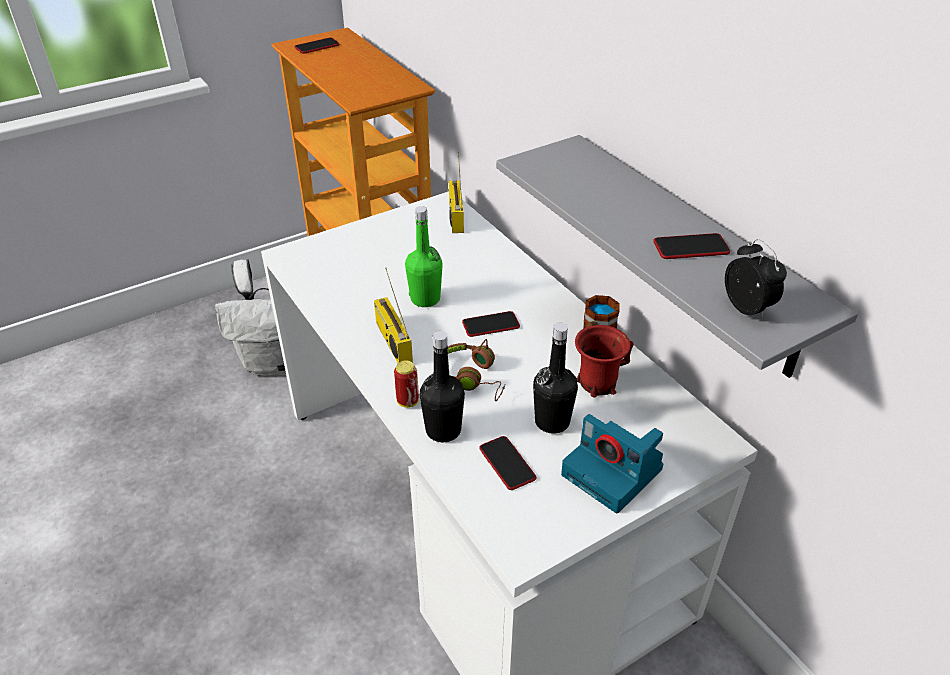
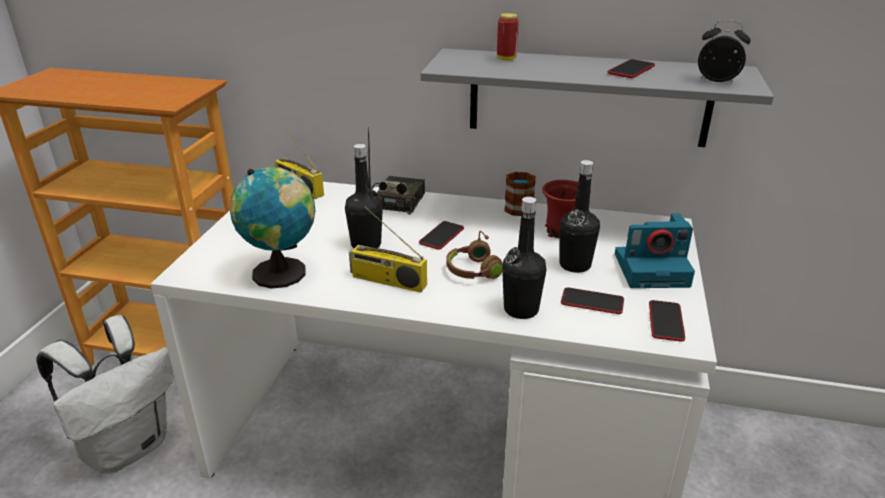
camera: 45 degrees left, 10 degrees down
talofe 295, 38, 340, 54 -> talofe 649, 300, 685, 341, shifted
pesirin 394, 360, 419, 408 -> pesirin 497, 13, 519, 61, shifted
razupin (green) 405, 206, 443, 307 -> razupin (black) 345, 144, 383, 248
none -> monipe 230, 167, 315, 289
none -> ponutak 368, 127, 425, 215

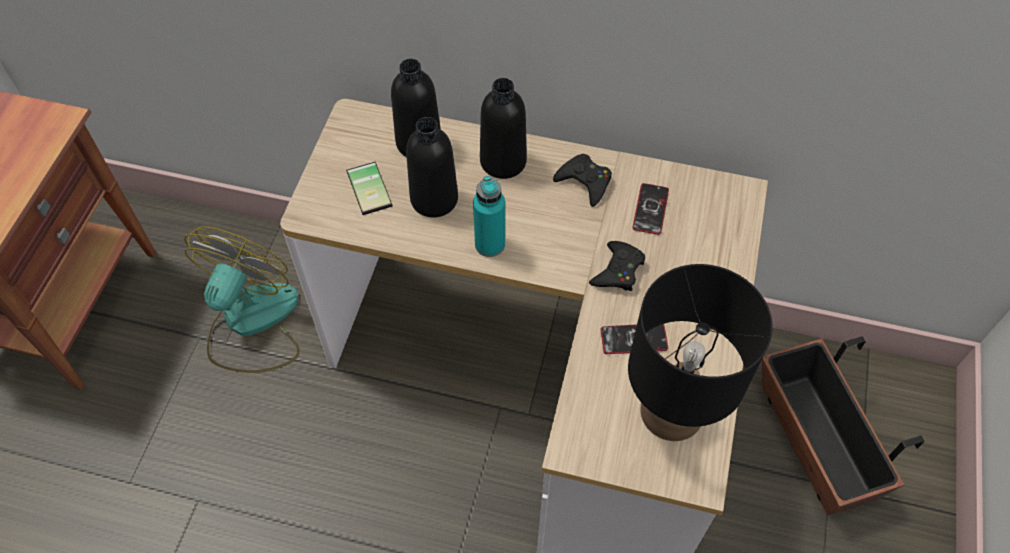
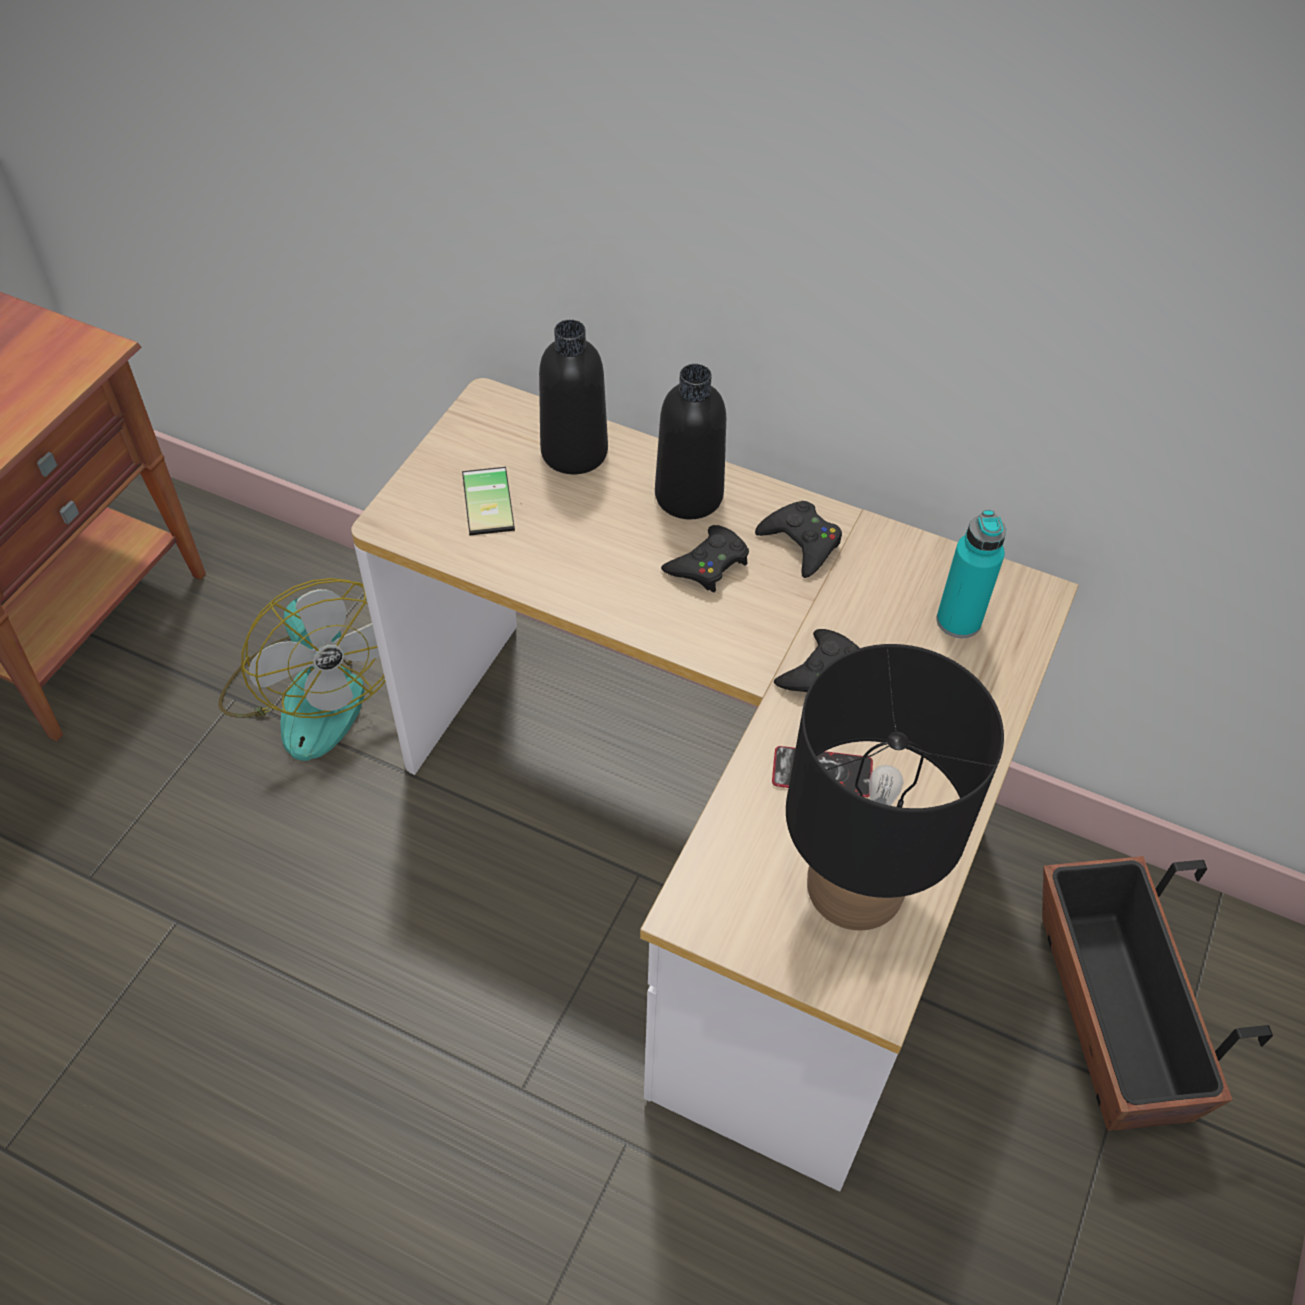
camera: 10 degrees right, 5 degrees down
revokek 184, 226, 300, 373 -> revokek 218, 578, 385, 761, 120 degrees clockwise
razupin (black) 406, 117, 458, 218 -> none
razupin (turquoise) 473, 176, 505, 257 -> razupin (turquoise) 936, 510, 1006, 638, shifted
talofe 632, 183, 669, 235 -> none
none -> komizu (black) 661, 525, 749, 592

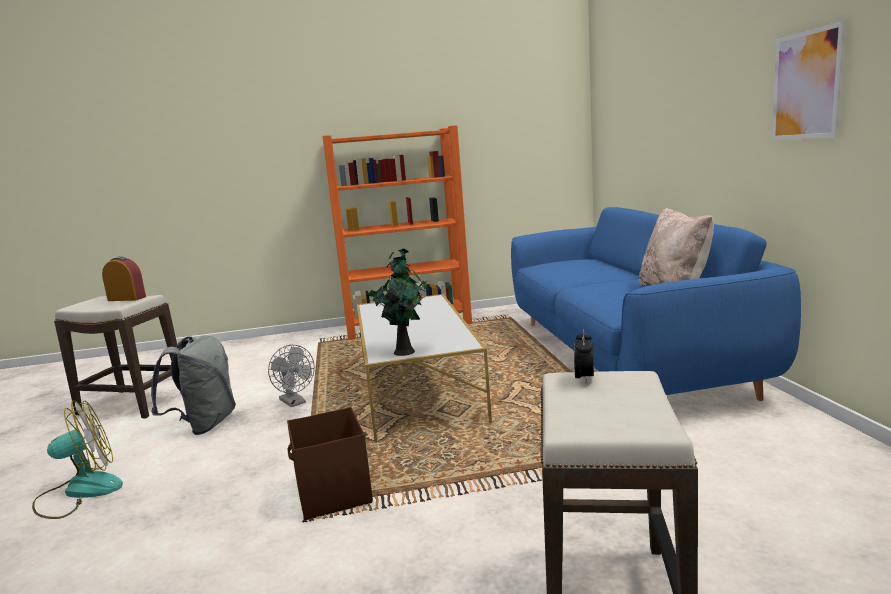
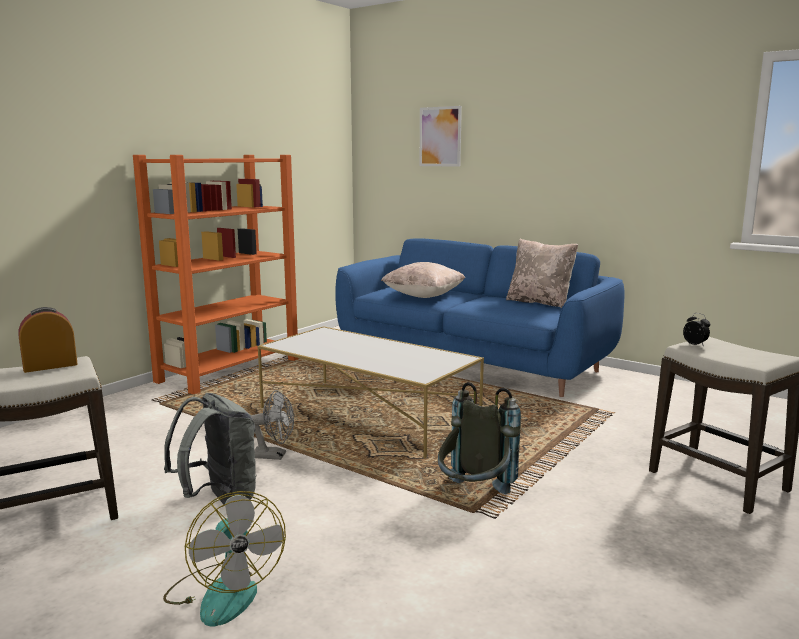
camera: 45 degrees left, 0 degrees up
revokek 32, 400, 123, 519 -> revokek 163, 491, 286, 627, 135 degrees clockwise
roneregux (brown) 287, 407, 373, 520 -> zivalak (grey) 438, 382, 521, 494
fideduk 368, 248, 427, 356 -> none
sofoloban 772, 21, 846, 140 -> sofoloban 420, 106, 462, 167, shifted
none -> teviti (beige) 381, 262, 465, 298

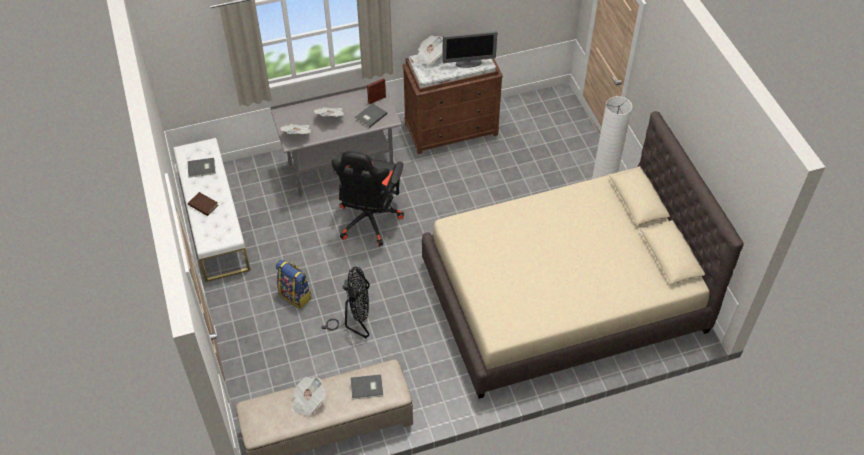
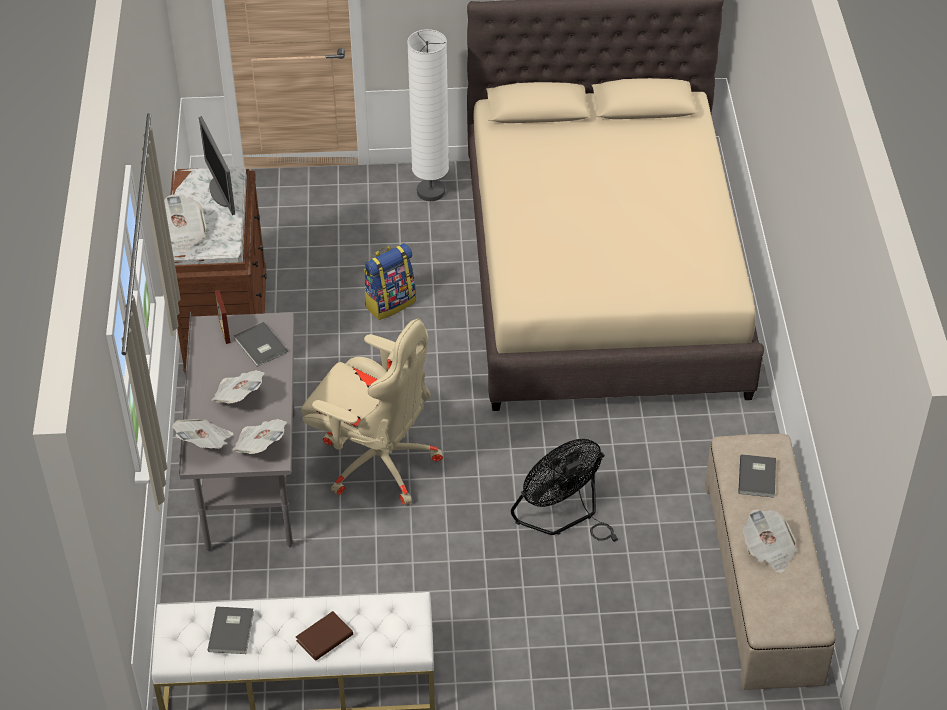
camera: 75 degrees left, 5 degrees down
zivalak 276, 260, 312, 309 -> zivalak 364, 243, 416, 320, shifted
revokek (black) 321, 266, 370, 339 -> revokek (black) 511, 439, 618, 542, 45 degrees counterclockwise
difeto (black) 331, 151, 404, 247 -> difeto (beige) 301, 319, 443, 505
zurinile 443, 31, 497, 68 -> zurinile 199, 116, 235, 215, 150 degrees clockwise
none -> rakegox 172, 419, 234, 449

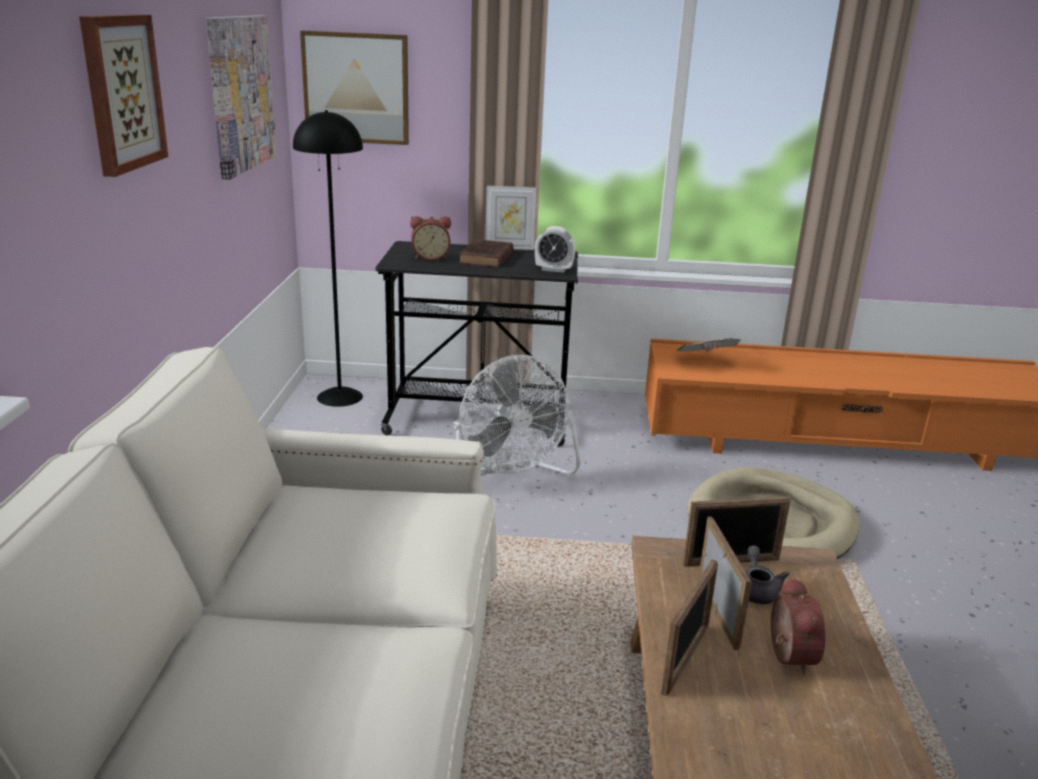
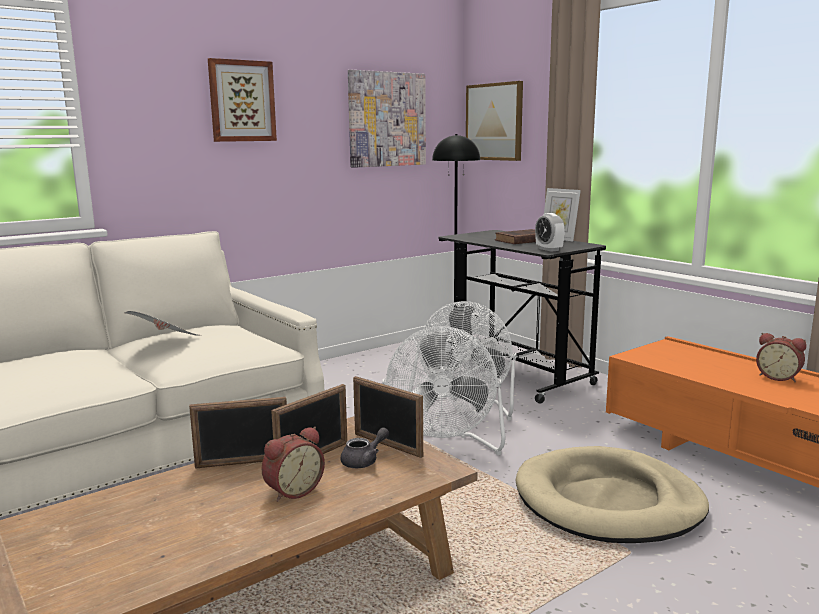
camera: 50 degrees right, 10 degrees down
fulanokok 410, 216, 451, 261 -> fulanokok 756, 333, 807, 382, shifted
rakegox 677, 338, 741, 352 -> rakegox 124, 311, 199, 336, shifted
none -> revokek (white) 382, 326, 505, 455

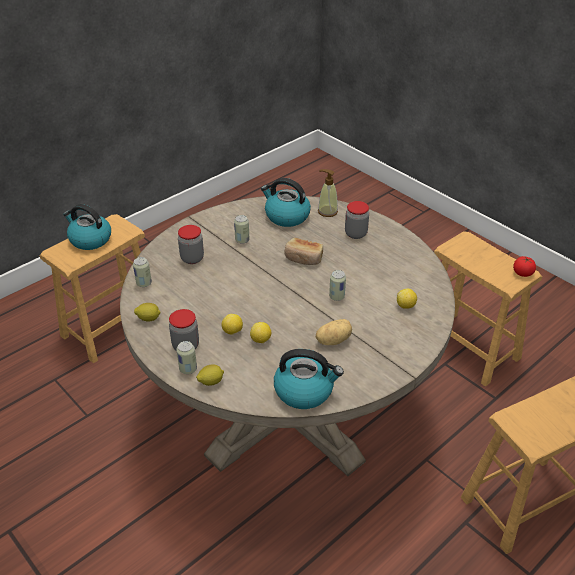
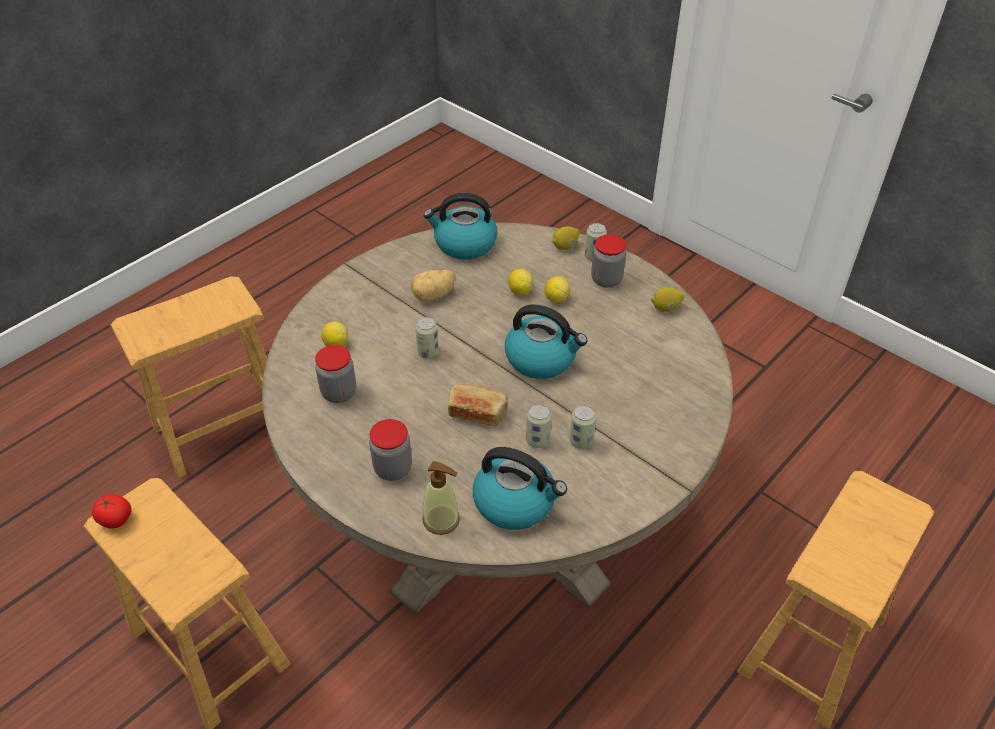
camera: 175 degrees right, 5 degrees up
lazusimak 63, 204, 111, 250 -> lazusimak 505, 304, 587, 379, shifted
pesirin 133, 257, 152, 287 -> pesirin 526, 405, 551, 448, shifted
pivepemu 178, 225, 204, 264 -> pivepemu 315, 345, 356, 403, shifted

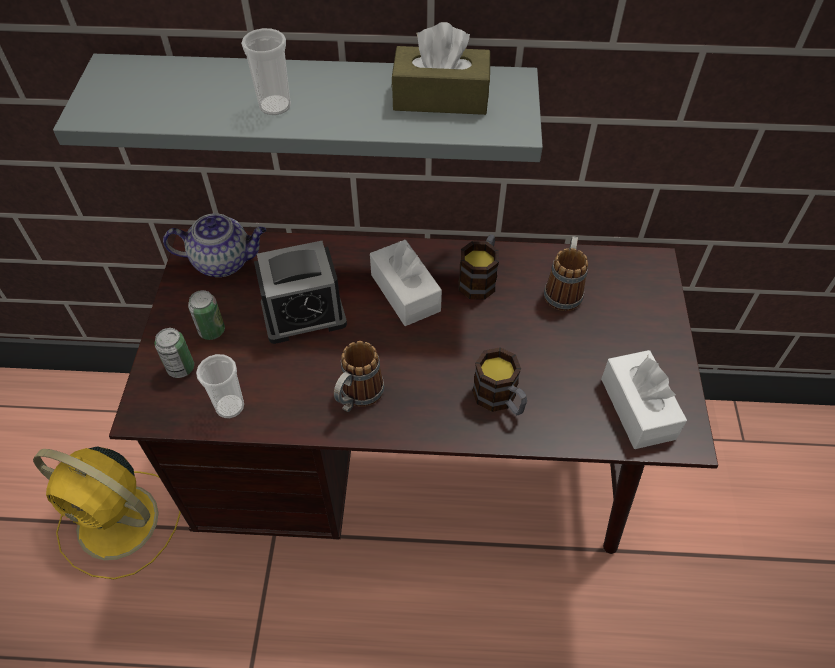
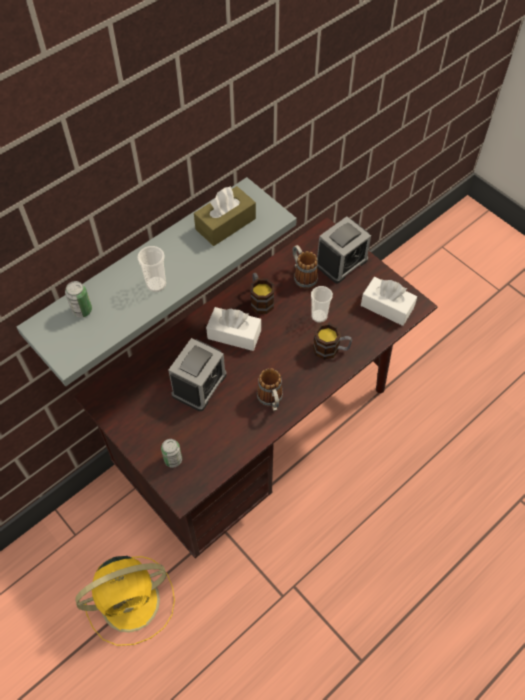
camera: 45 degrees left, 5 degrees up
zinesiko 163, 213, 266, 277 -> none
pesirin 188, 290, 225, 340 -> pesirin 65, 281, 92, 318, shifted
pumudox 196, 354, 244, 418 -> pumudox 311, 286, 333, 323, shifted
none -> fulanokok 317, 216, 371, 284

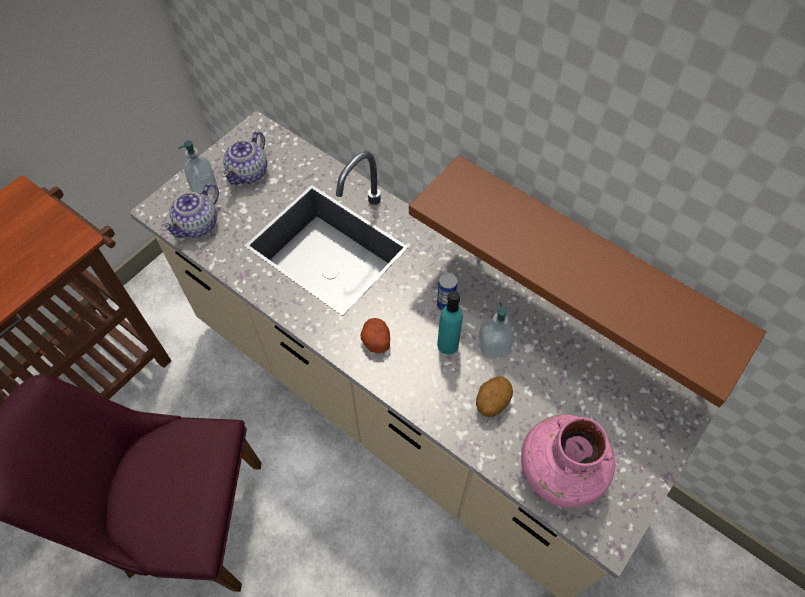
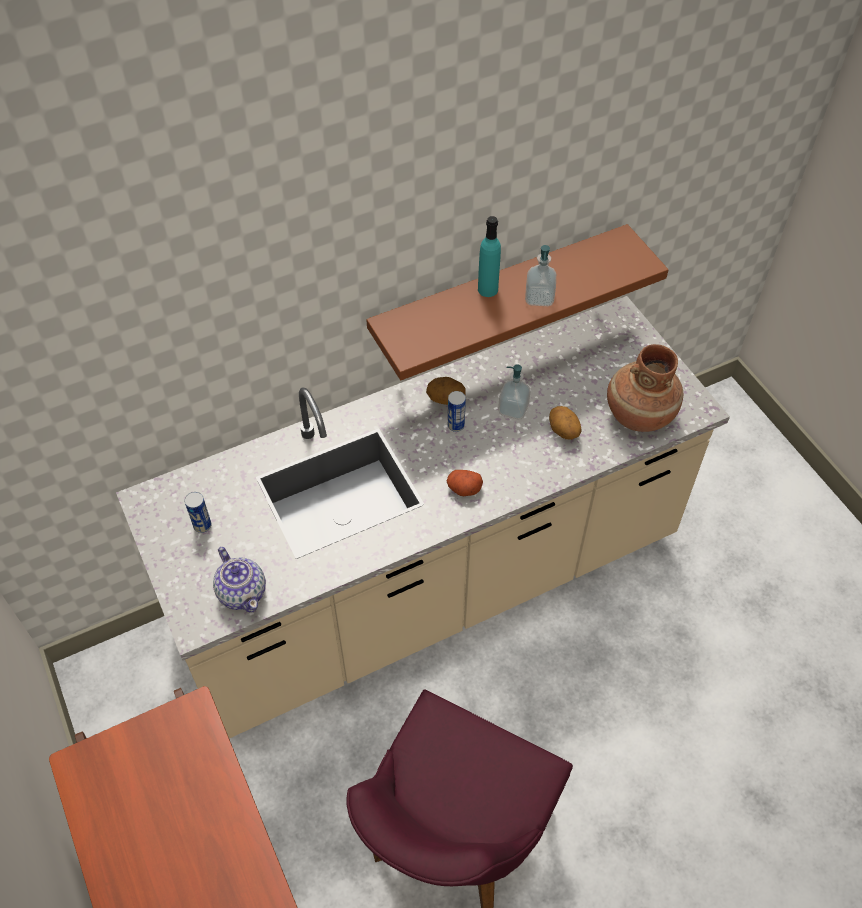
camera: 65 degrees left, 5 degrees down
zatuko 178, 140, 217, 193 -> zatuko 525, 245, 556, 306, shifted
zinesiko 221, 131, 267, 185 -> pesirin 185, 492, 212, 533
razupin (turquoise) 437, 291, 463, 355 -> razupin (turquoise) 478, 216, 501, 297, shifted
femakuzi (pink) 521, 414, 615, 508 -> femakuzi (brown) 607, 344, 683, 432
none -> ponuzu 426, 377, 466, 405

